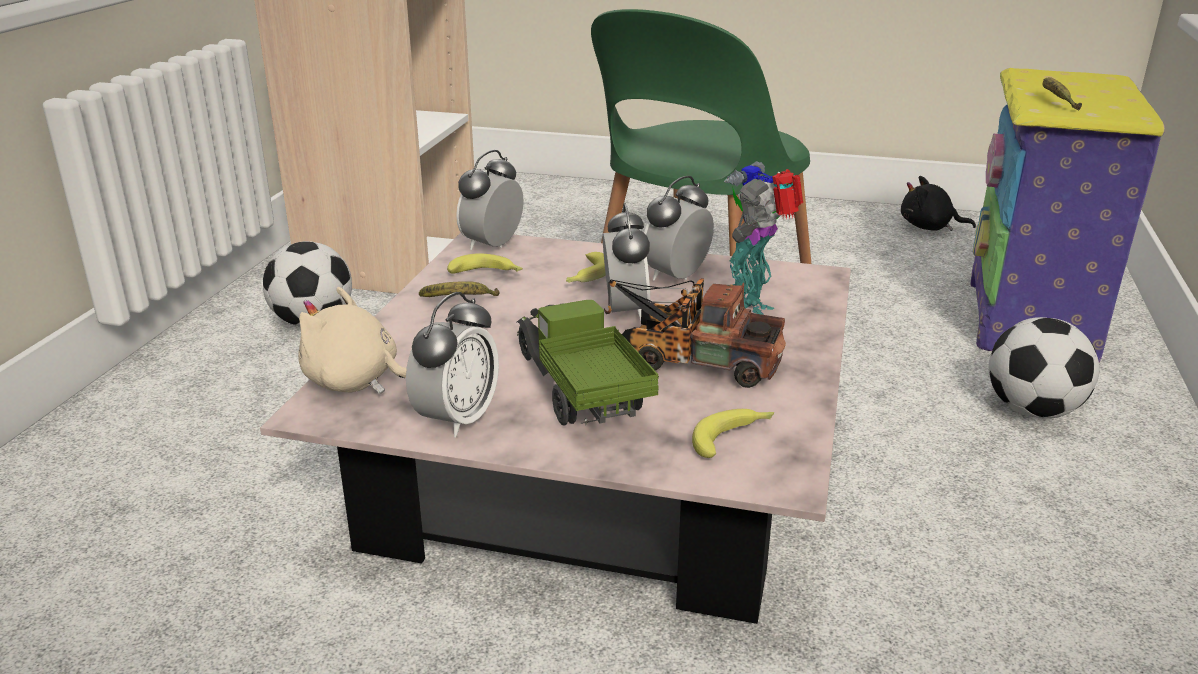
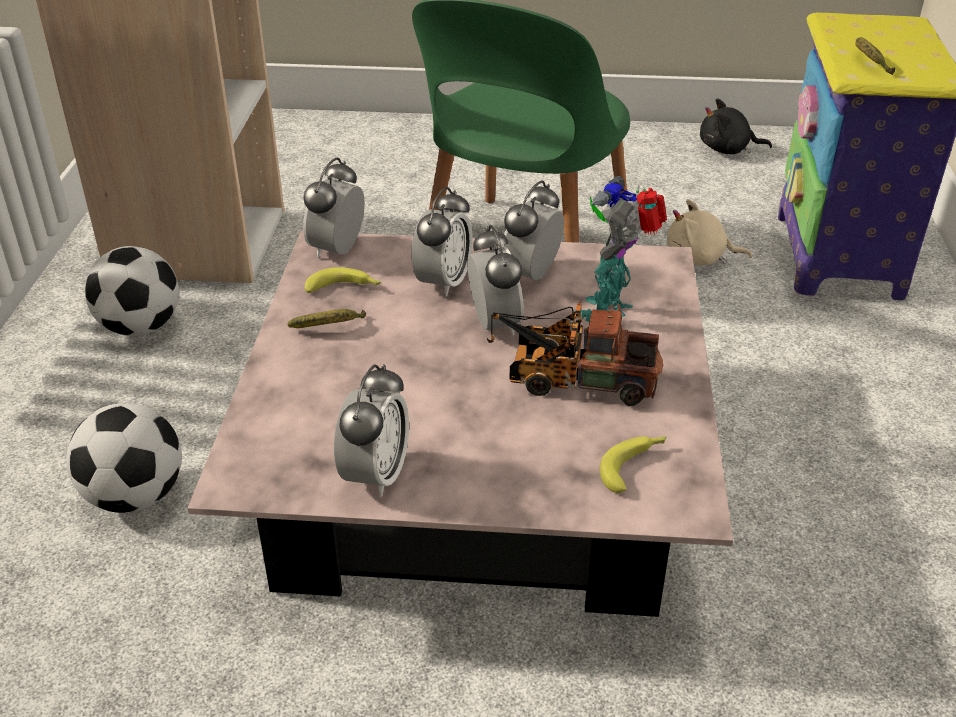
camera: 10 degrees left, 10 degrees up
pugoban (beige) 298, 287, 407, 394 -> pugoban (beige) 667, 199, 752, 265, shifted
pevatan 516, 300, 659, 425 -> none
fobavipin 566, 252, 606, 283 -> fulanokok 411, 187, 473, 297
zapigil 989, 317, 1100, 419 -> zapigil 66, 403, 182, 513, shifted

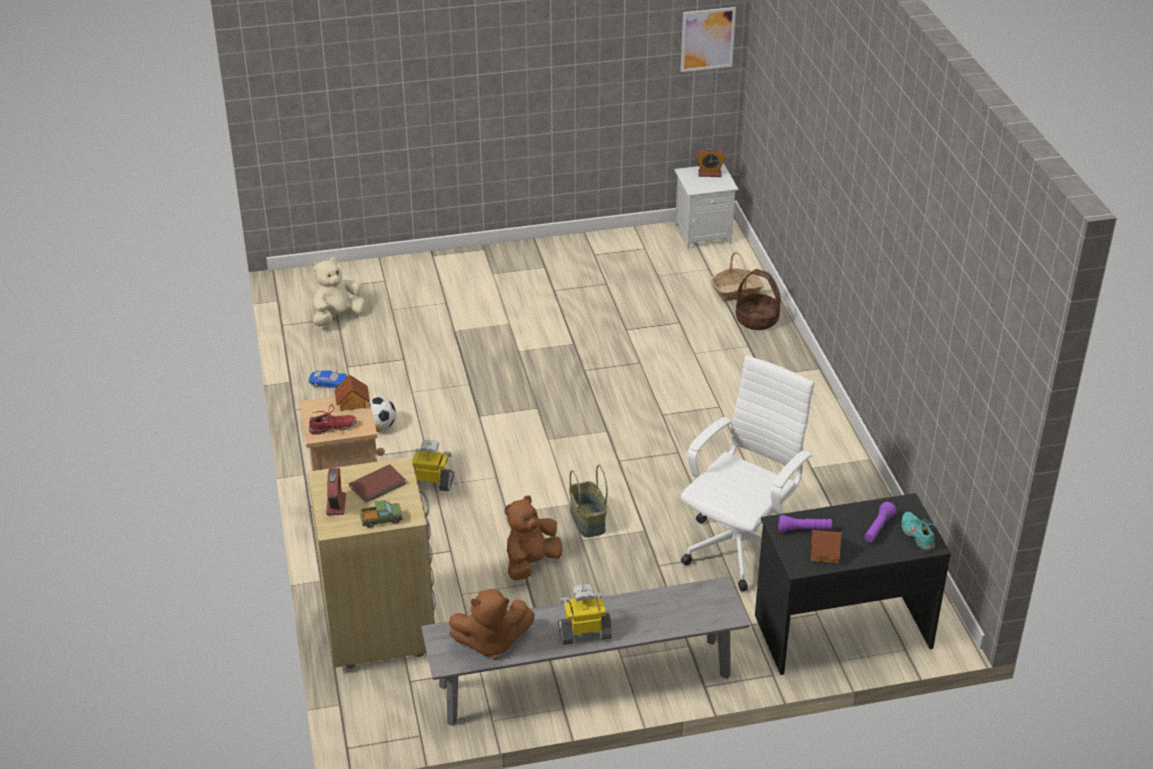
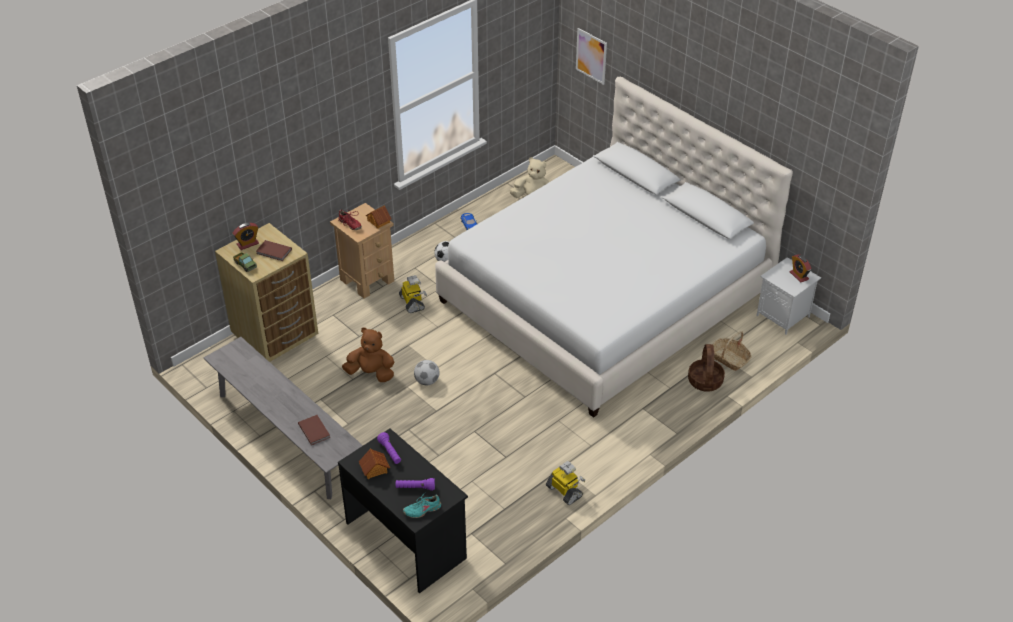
camera: 60 degrees right, 5 degrees up
pugoban (brown) 449, 589, 535, 661 -> none
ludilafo 558, 584, 612, 645 -> ludilafo 546, 461, 585, 505, shifted
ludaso 569, 465, 608, 538 -> zapigil 414, 360, 439, 385
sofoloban 681, 7, 736, 72 -> sofoloban 576, 28, 607, 85, shifted
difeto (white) 681, 355, 815, 592 -> none
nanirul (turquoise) 902, 512, 938, 550 -> nanirul (turquoise) 403, 492, 441, 518, 150 degrees counterclockwise
none -> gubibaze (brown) 298, 415, 330, 445
none -> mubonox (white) 435, 77, 793, 418

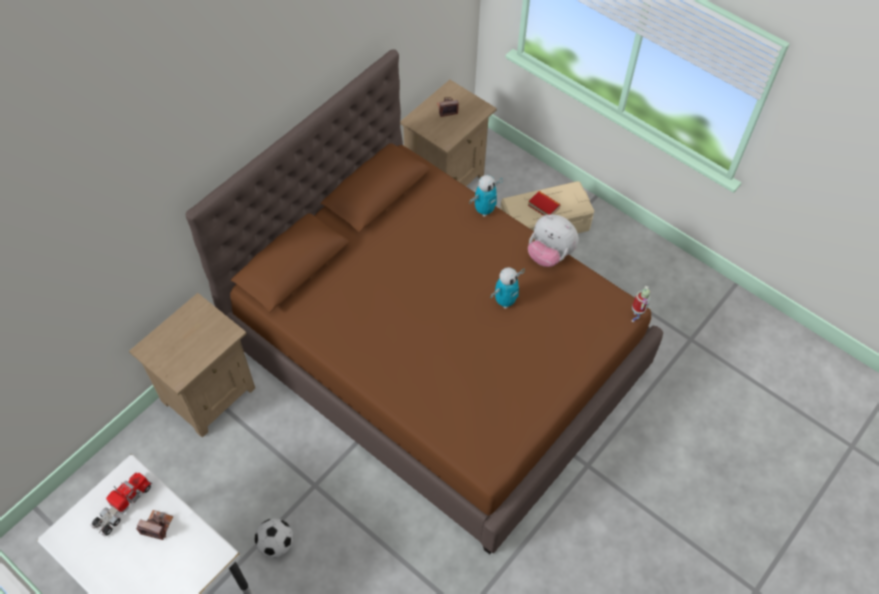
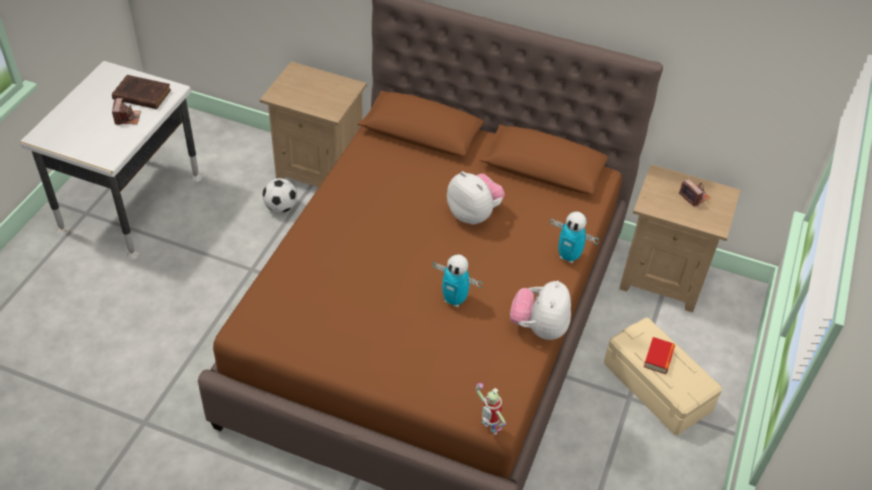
camera: 70 degrees right, 10 degrees down
pevatan 90, 473, 152, 537 -> gubibaze (brown) 112, 75, 171, 109
zapigil 255, 519, 293, 558 -> zapigil 262, 178, 297, 213, shifted
ludilafo 631, 286, 651, 322 -> ludilafo 475, 383, 506, 435, 45 degrees clockwise
none -> pugoban 447, 171, 505, 225

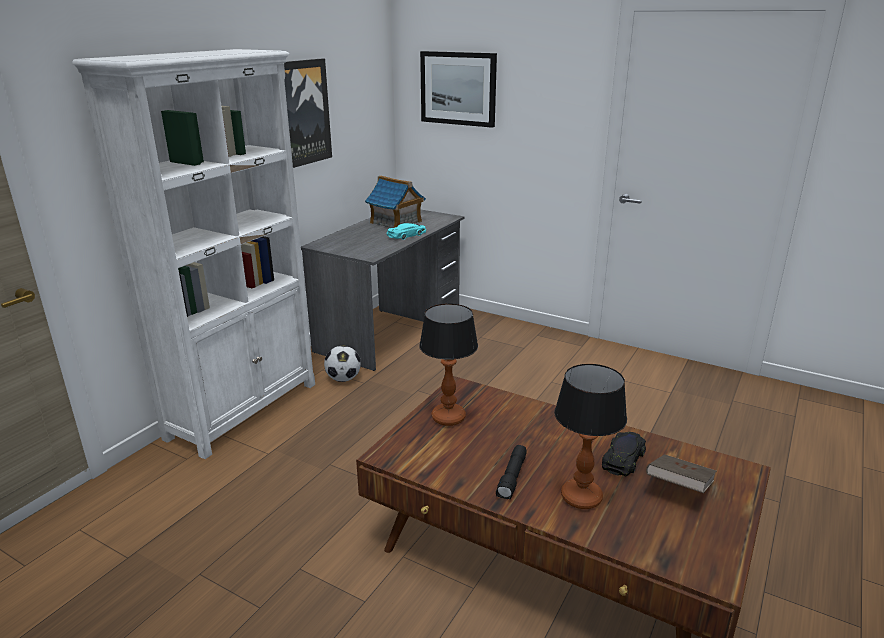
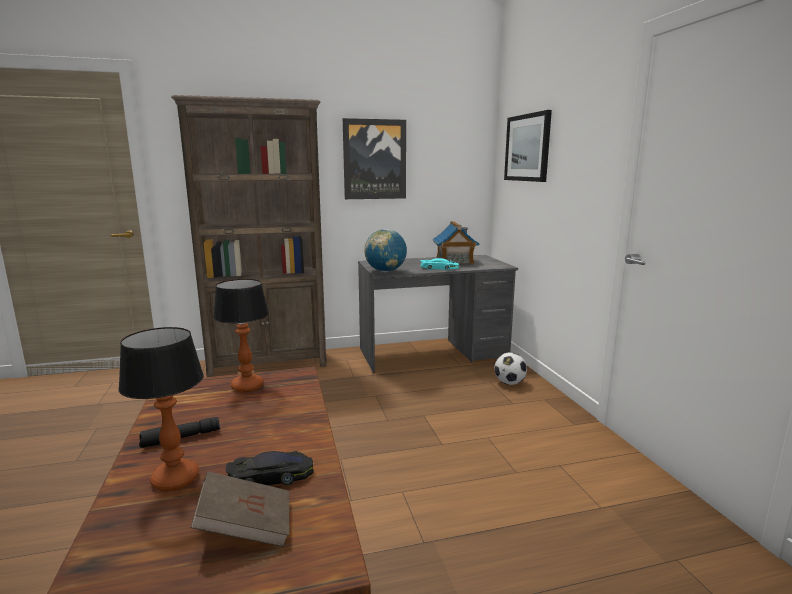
camera: 45 degrees right, 10 degrees down
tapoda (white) 72, 49, 315, 459 -> tapoda (brown) 171, 95, 327, 377
zapigil 324, 346, 361, 382 -> zapigil 494, 352, 527, 385, shifted
none -> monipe 364, 229, 407, 272

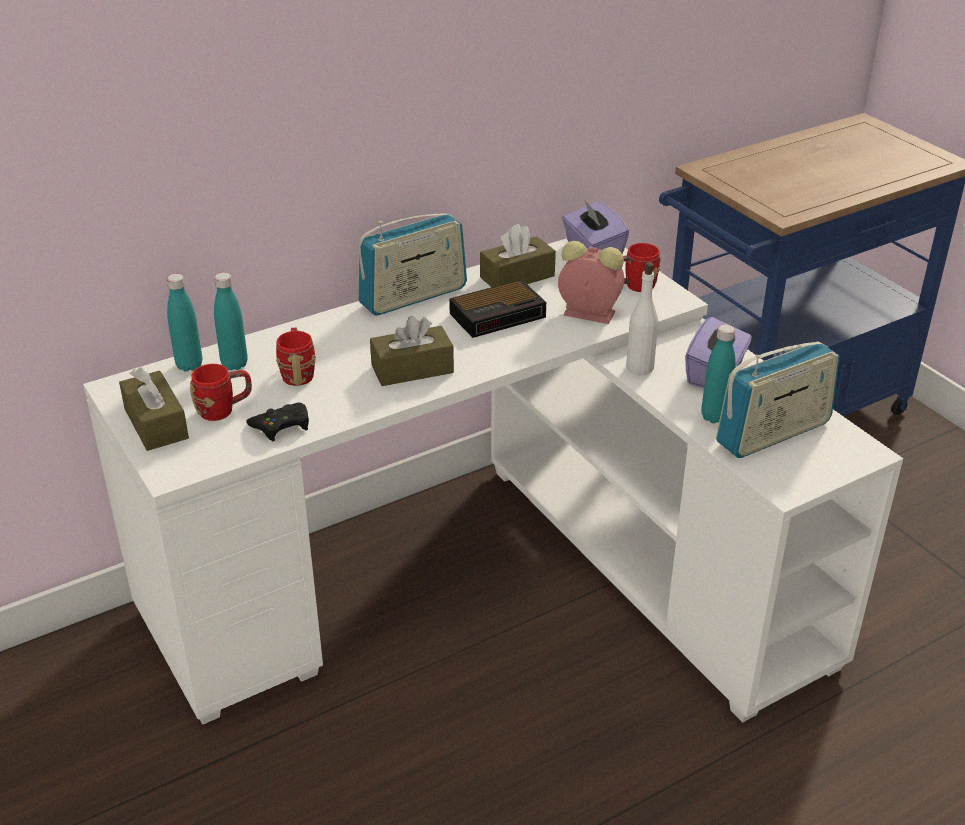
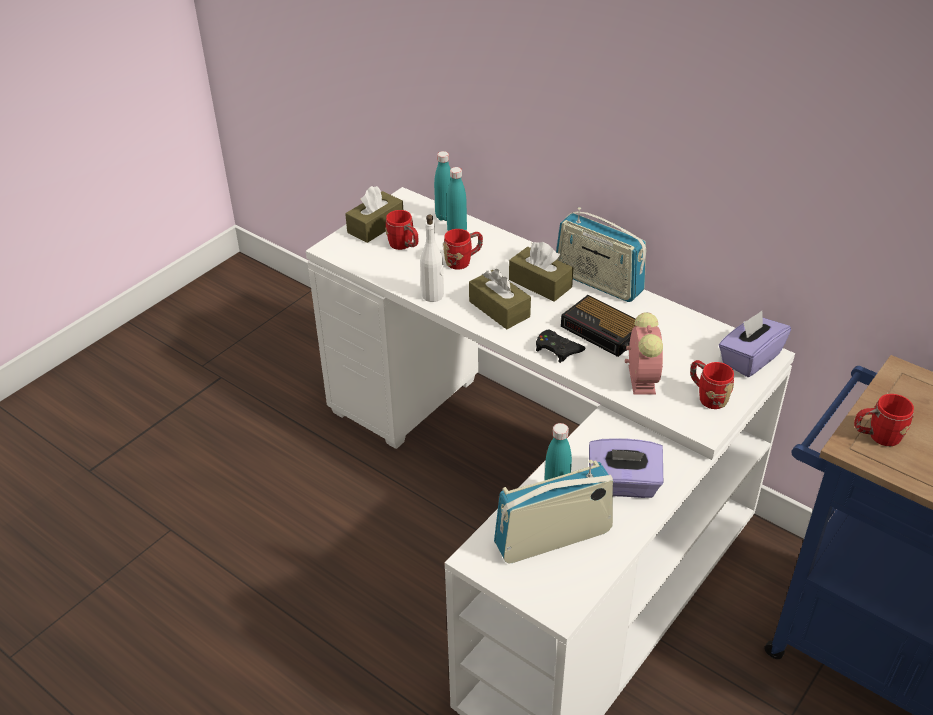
camera: 70 degrees right, 5 degrees up
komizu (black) 246, 403, 309, 441 -> komizu (black) 536, 330, 585, 363, shifted
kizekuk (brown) 480, 224, 556, 287 -> kizekuk (brown) 509, 242, 573, 302, shifted
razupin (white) 626, 262, 658, 375 -> razupin (white) 420, 215, 444, 302, shifted
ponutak 716, 341, 840, 458 -> ponutak 494, 460, 613, 563, 120 degrees clockwise
none -> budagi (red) 854, 394, 914, 446

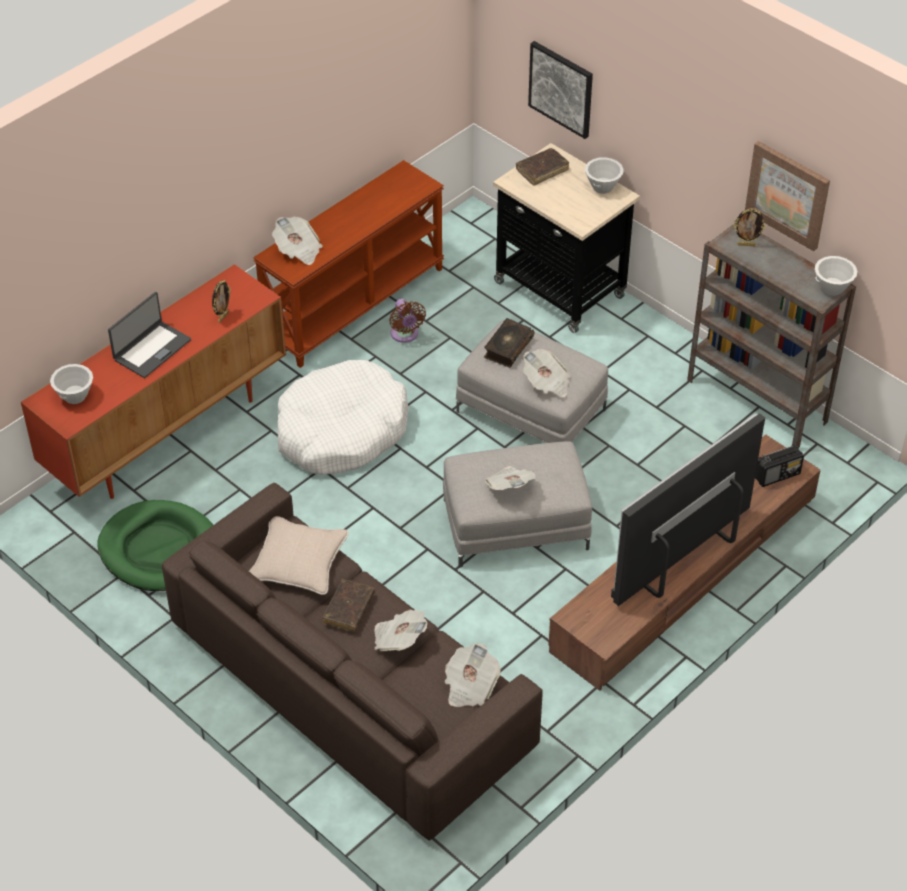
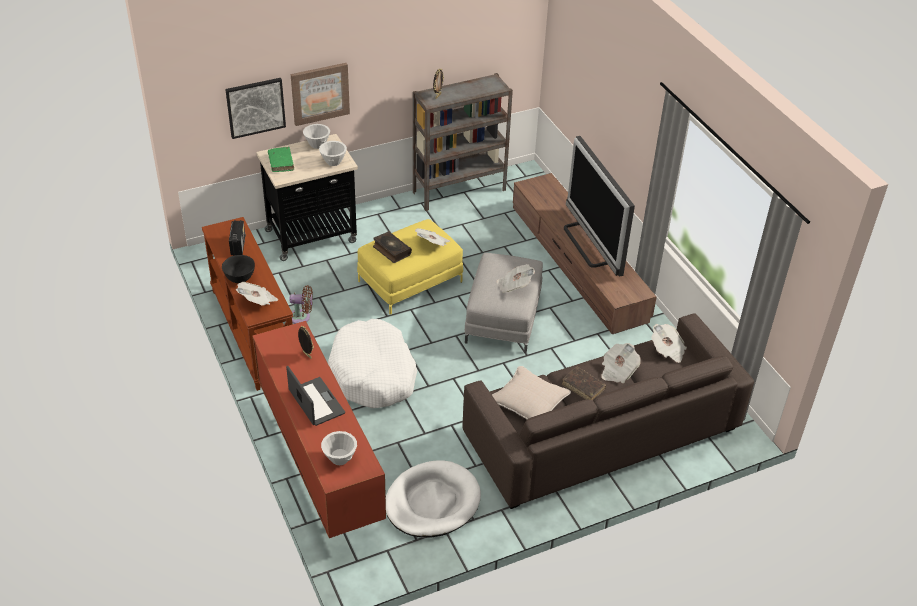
camera: 70 degrees left, 5 degrees down
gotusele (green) 97, 500, 213, 591 -> gotusele (white) 386, 460, 481, 537
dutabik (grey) 456, 320, 608, 443 -> dutabik (yellow) 357, 219, 463, 315
gubibaze (brown) 516, 148, 569, 185 -> gubibaze (green) 268, 147, 294, 172
sofoloban 745, 141, 830, 251 -> sofoloban 291, 63, 350, 126, shifted
ponutak 755, 445, 804, 487 -> ponutak 229, 220, 246, 256, shifted
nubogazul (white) 815, 256, 857, 296 -> nubogazul (white) 319, 141, 347, 166, shifted
none -> nubogazul (black) 222, 255, 255, 283

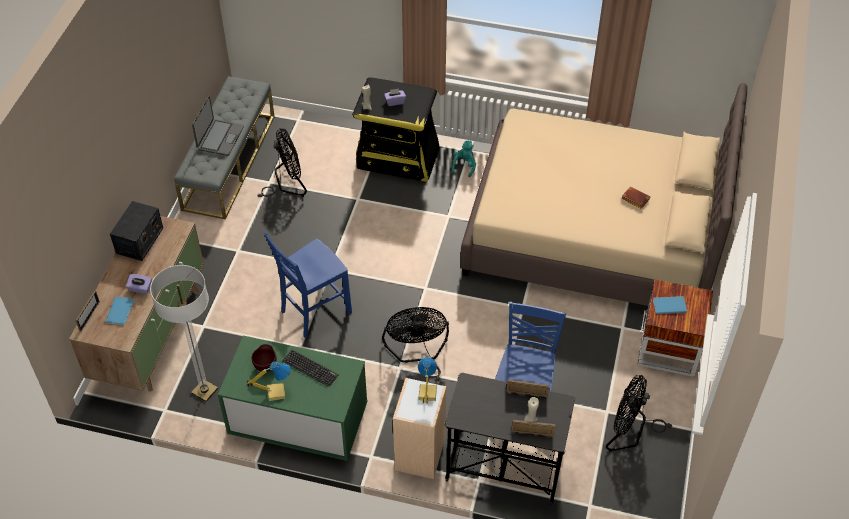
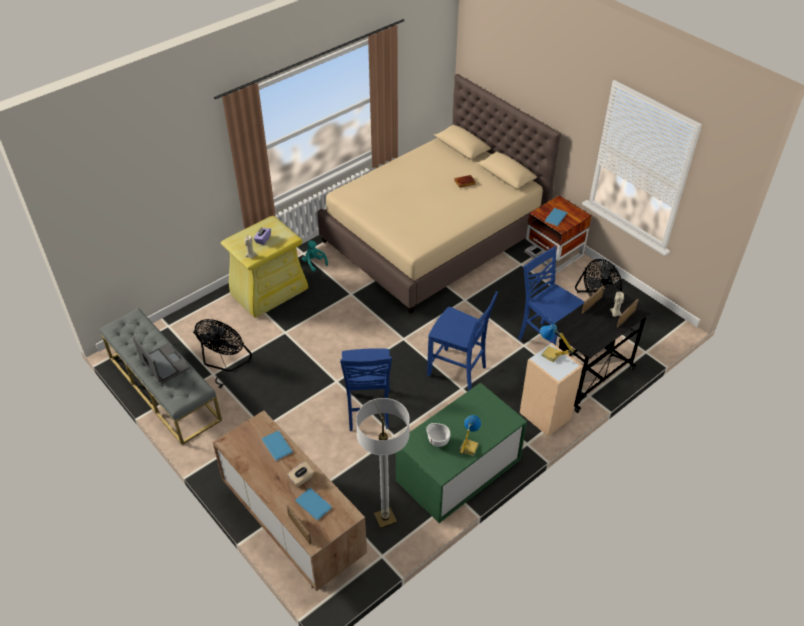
camera: 55 degrees left, 5 degrees down
ponutak 110, 201, 163, 261 -> none
kizekuk (purple) 126, 274, 152, 294 -> kizekuk (beige) 288, 461, 314, 487
nubogazul (brown) 252, 344, 276, 372 -> nubogazul (white) 426, 423, 450, 447
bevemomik 282, 350, 339, 387 -> none
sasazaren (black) 352, 77, 440, 181 -> sasazaren (yellow) 221, 216, 308, 317
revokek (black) 382, 307, 449, 381 -> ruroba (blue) 427, 291, 498, 390
none -> gubibaze (blue) 262, 430, 293, 461

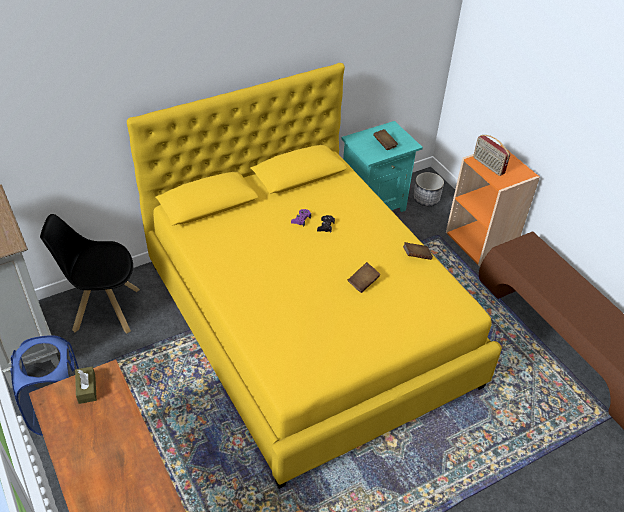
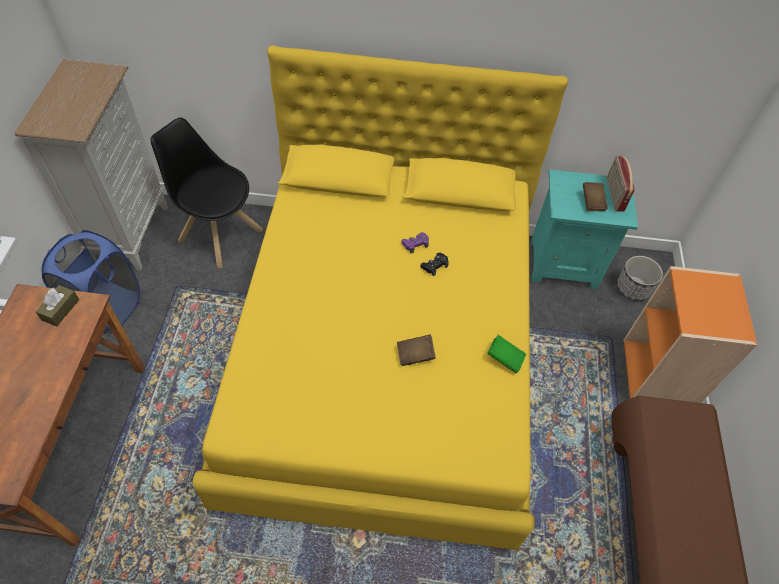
camera: 35 degrees right, 10 degrees up
gubibaze (brown) 403, 242, 433, 260 -> gubibaze (green) 487, 335, 526, 374
ponutak 473, 135, 510, 176 -> ponutak 606, 156, 635, 212, shifted

